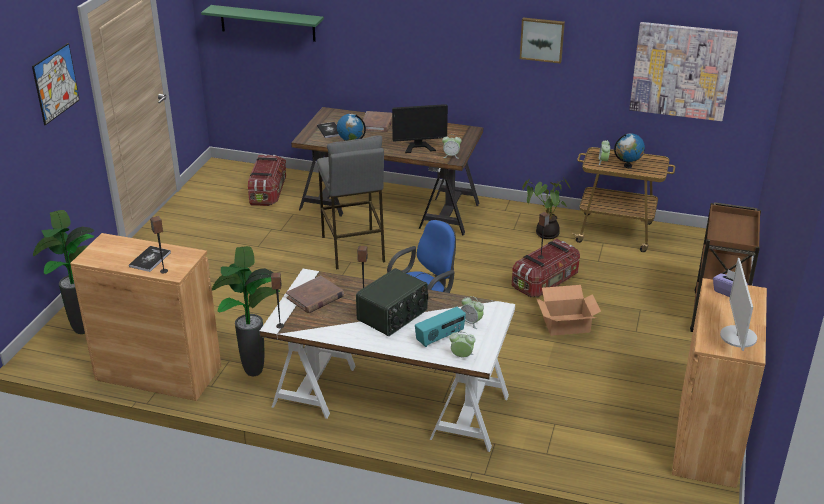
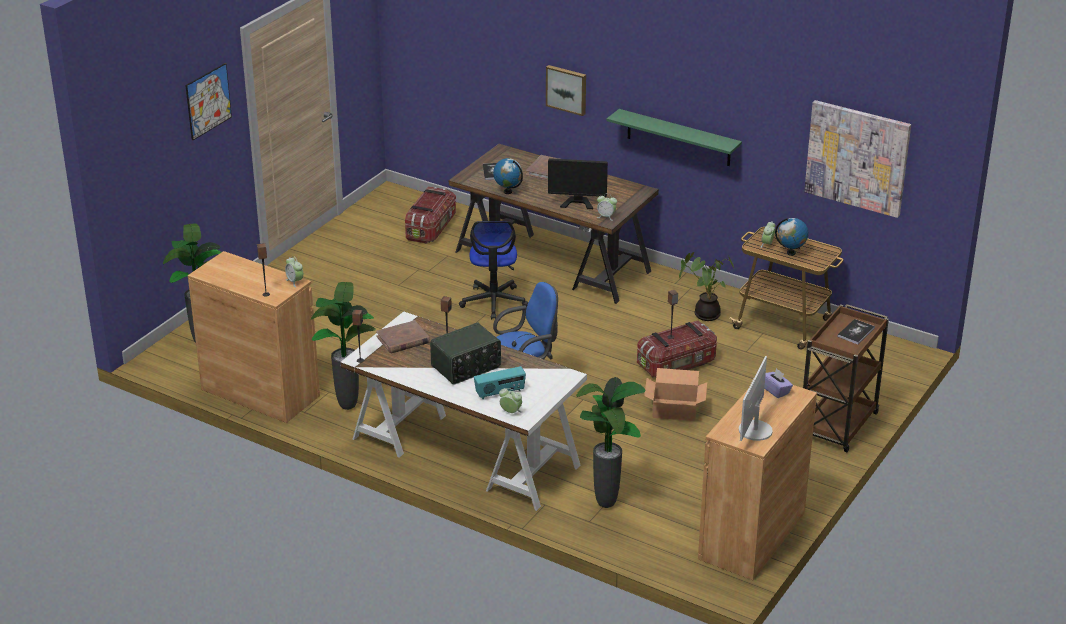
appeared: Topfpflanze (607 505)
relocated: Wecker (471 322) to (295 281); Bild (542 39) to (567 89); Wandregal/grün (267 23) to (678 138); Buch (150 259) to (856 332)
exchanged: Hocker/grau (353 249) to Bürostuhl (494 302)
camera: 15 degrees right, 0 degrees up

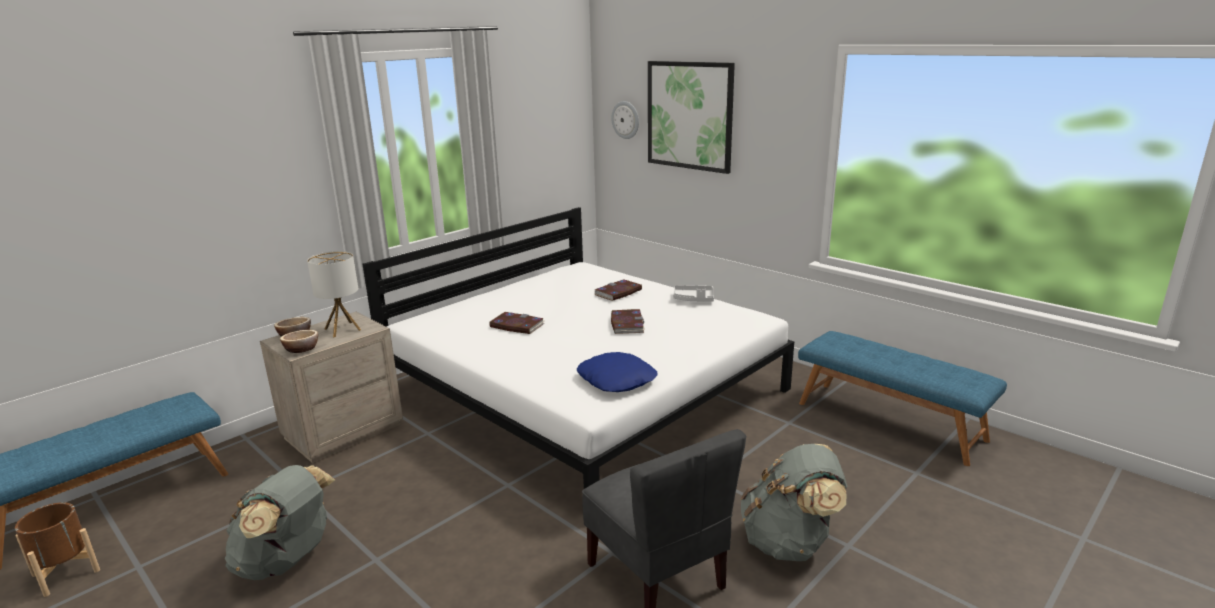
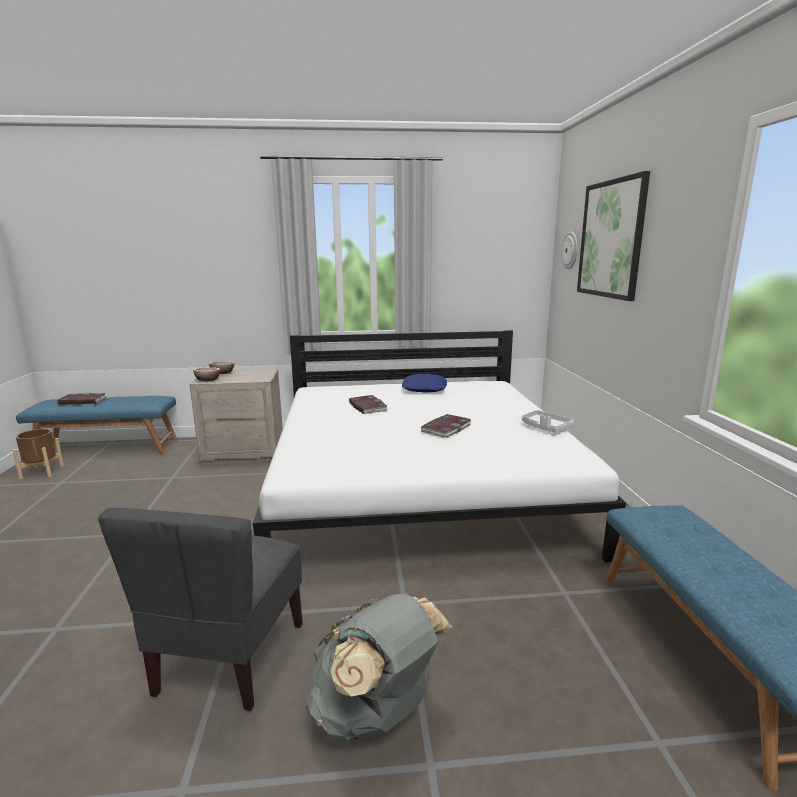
missing: Rucksack/grau (287 561); Tischlampe (342 329)
relocated: Buch (618 292) to (82 401); Kissen/blau (617 379) to (425 389)
camera: 40 degrees right, 5 degrees down

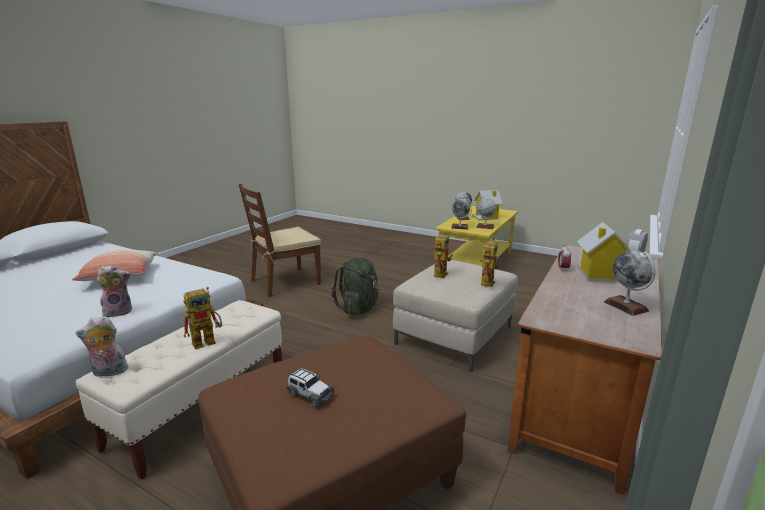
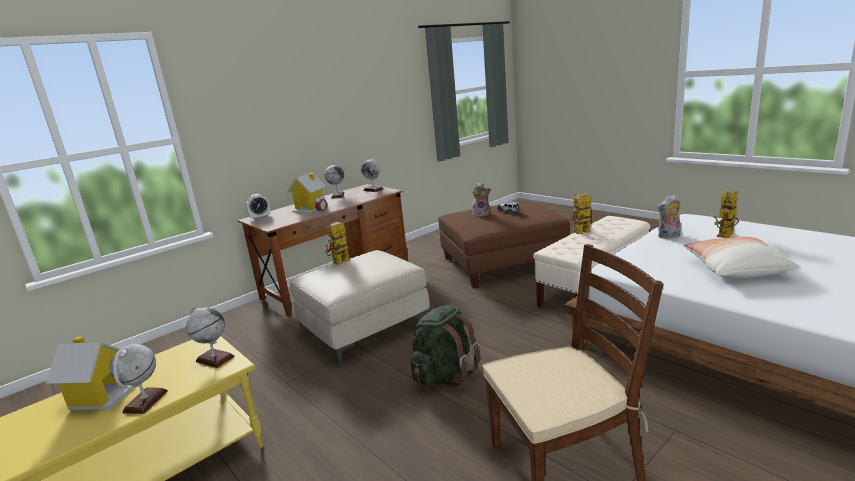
relocated: Globus (485 227) to (373 190); Plüschtier (108 372) to (481 214); Spielzeugroboter (440 273) to (726 237)
camera: 160 degrees left, 0 degrees up

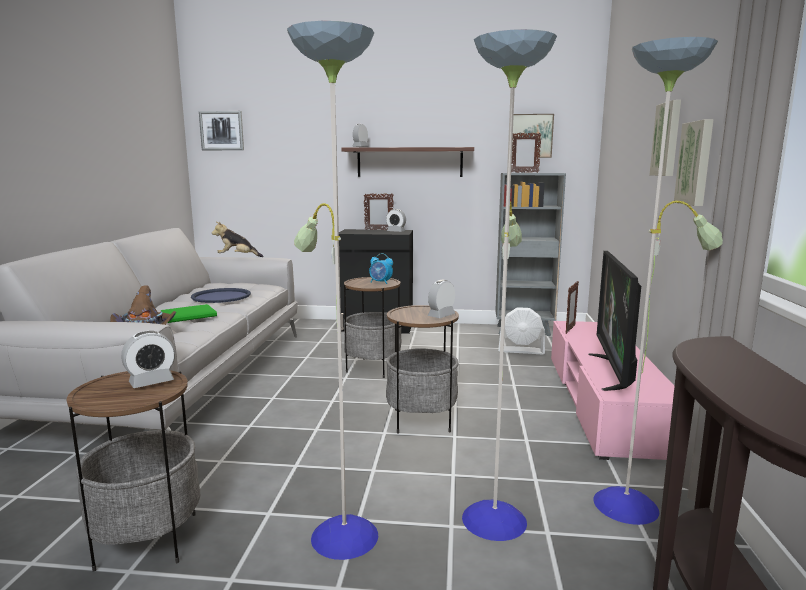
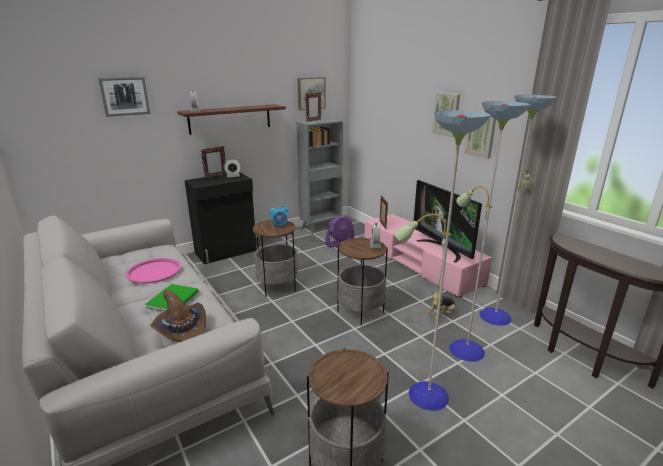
missing: Wecker (151 382)
relocated: Bild (222 131) to (125 96); Plüschtier (237 257) to (441 315)
colour: Tablett/blau (221 296) to Tablett/rosa (154 271); Ventilator/weiß (521 350) to Ventilator/lila (340 243)
camera: 40 degrees left, 10 degrees up

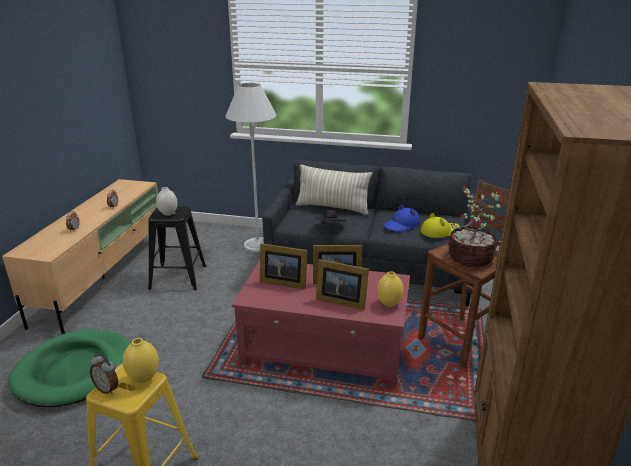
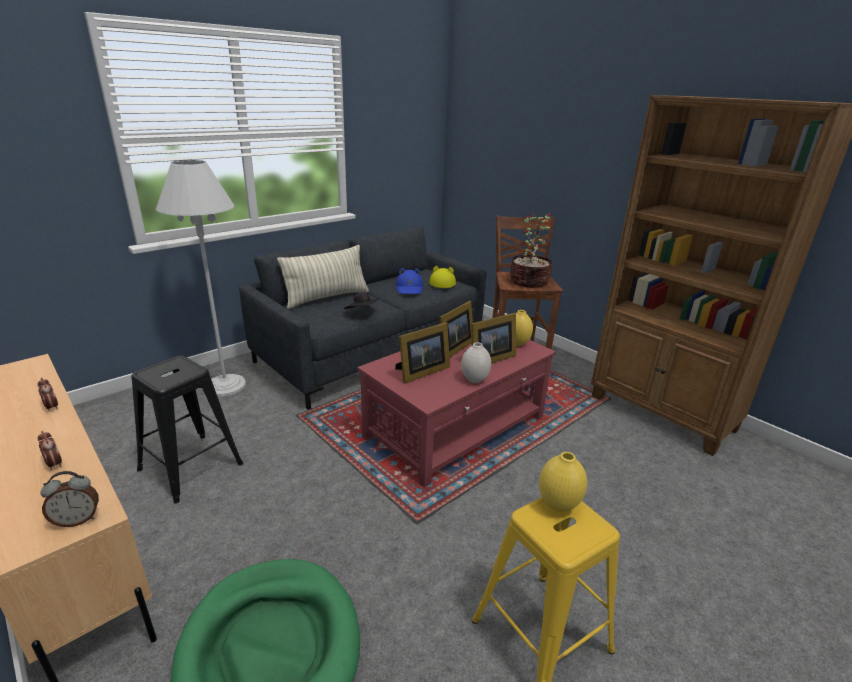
relocated: Wecker (107 389) to (77 520); Vase/weiß (168 213) to (474 379)
camera: 55 degrees left, 0 degrees up

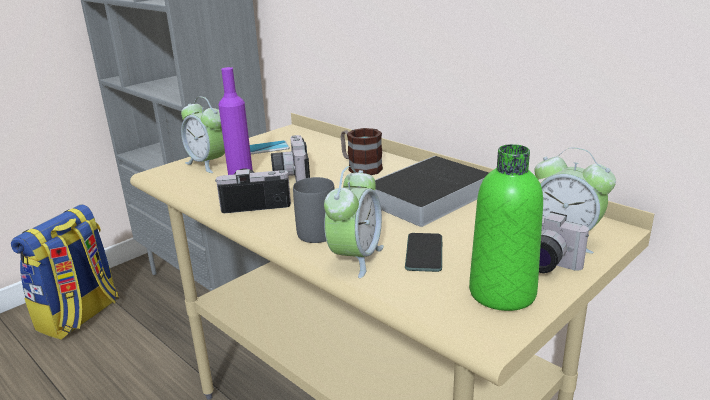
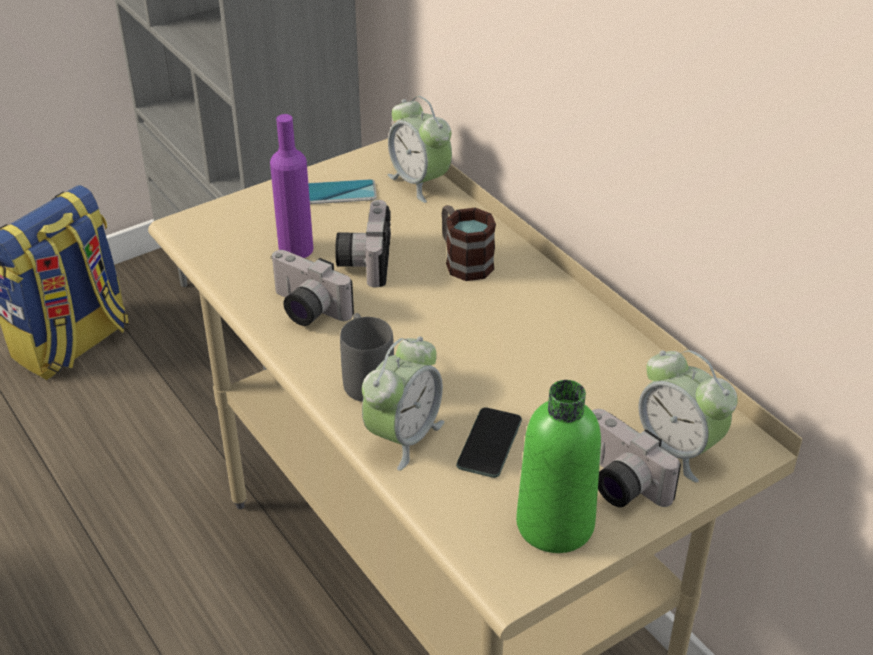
missing: Buch (426 198)
relocated: Wecker (208 164) to (419 182)
spun: Kamera (255 202) = (305 310) 150 degrees counterclockwise
camera: 10 degrees right, 15 degrees up

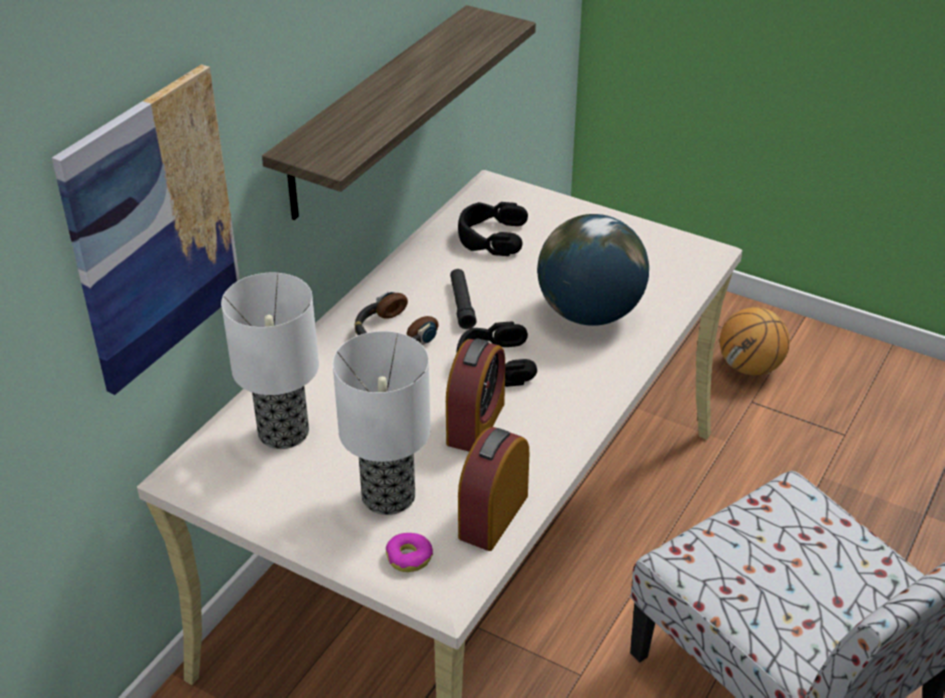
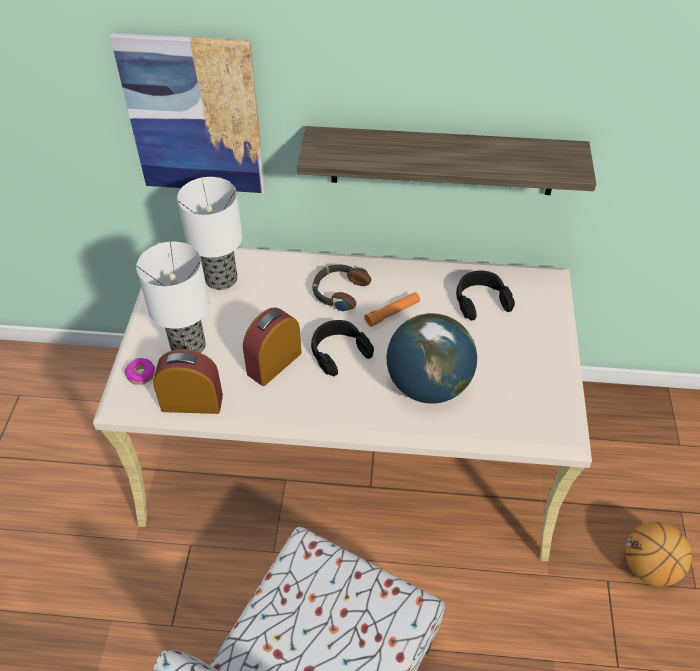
colour: Taschenlampe/schwarz (462 304) to Taschenlampe/orange (392 313)
spun: Wecker (475 423) = (274 363) 135 degrees clockwise
camera: 65 degrees right, 10 degrees up

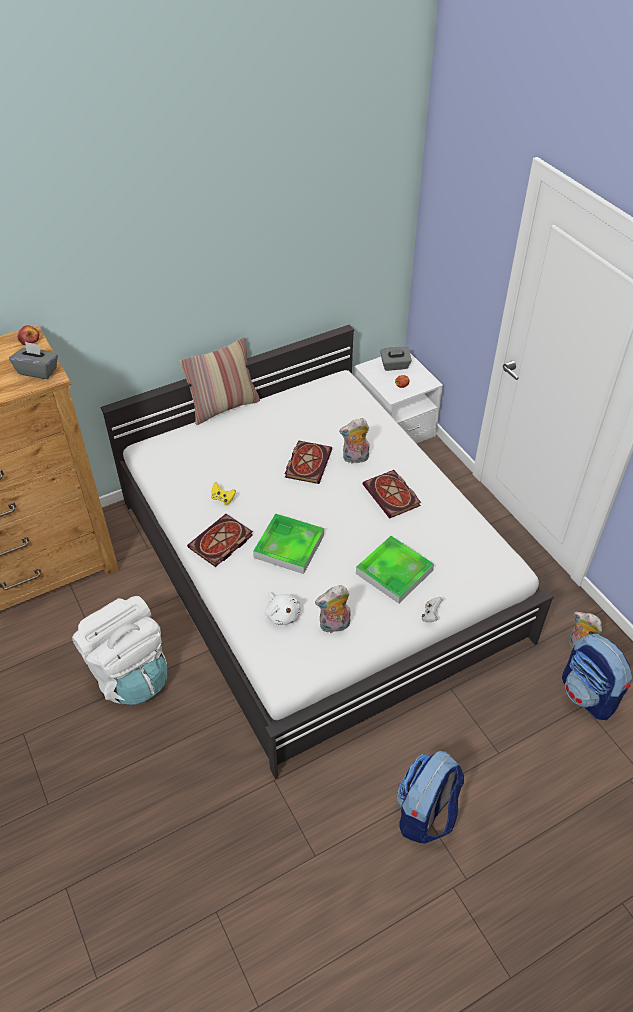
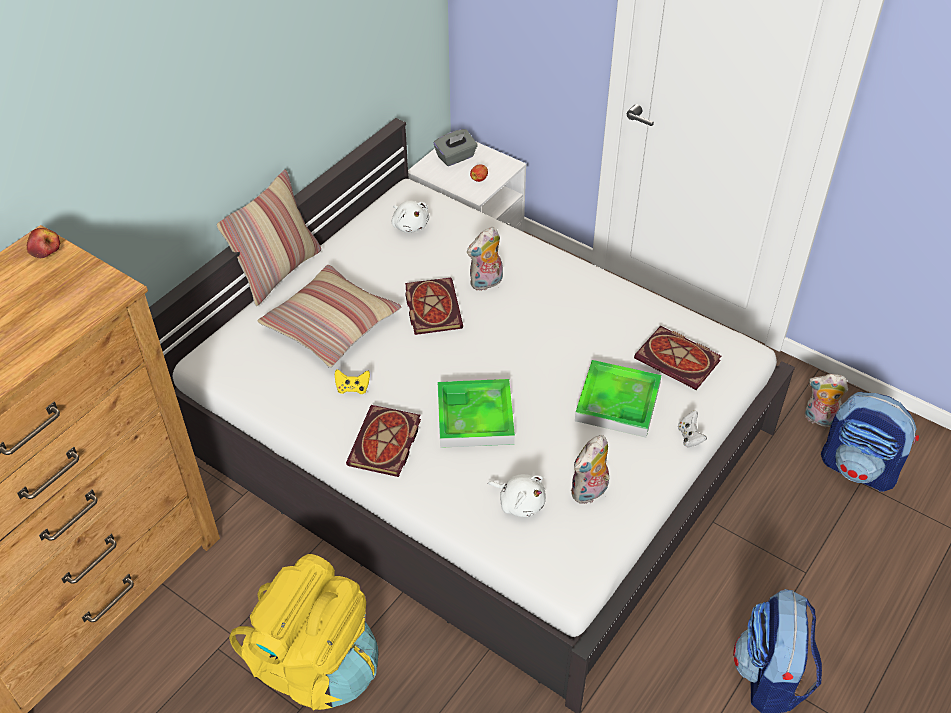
missing: Taschentuchbox/grau (38 371)
appeared: Kissen (331 325); Plüschtier/weiß (410 225)
relocated: Buch (393 496) to (679 360)
colour: Rucksack/weiß (129 673) to Rucksack/gelb (315 665)
camera: 25 degrees left, 0 degrees up

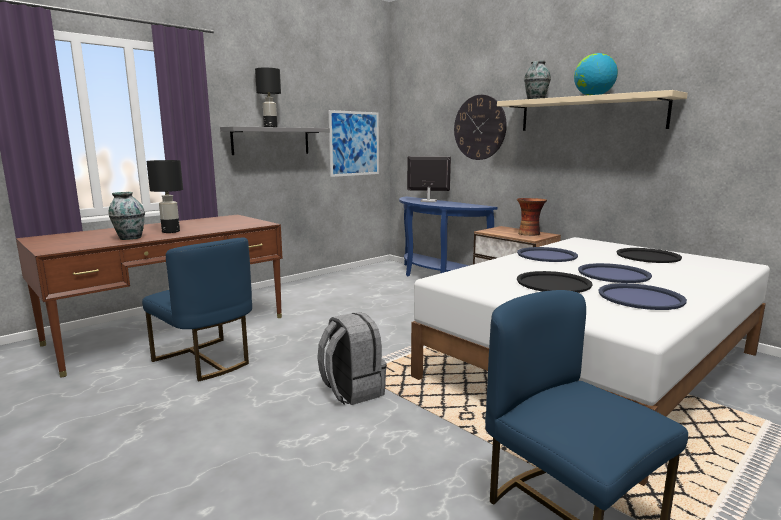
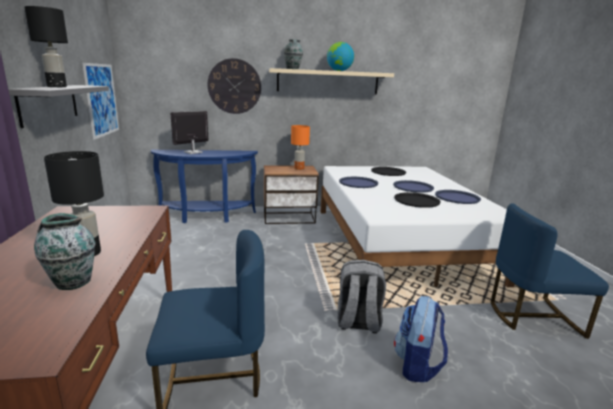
appeared: Rucksack (417 365)
exchanged: Vase (529 233) to Tischlampe/orange (299 168)
camera: 55 degrees left, 5 degrees up

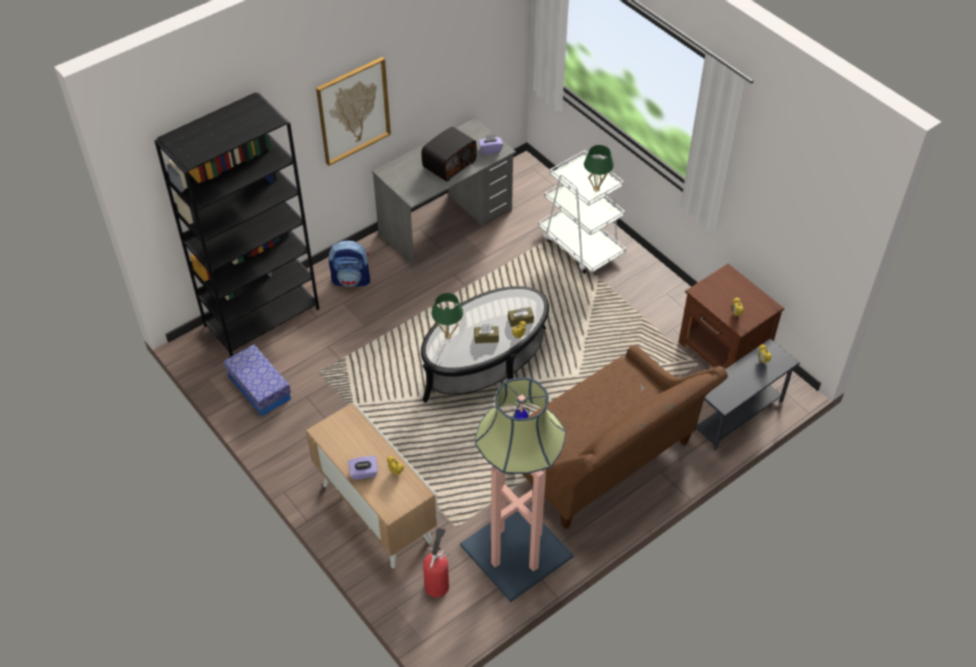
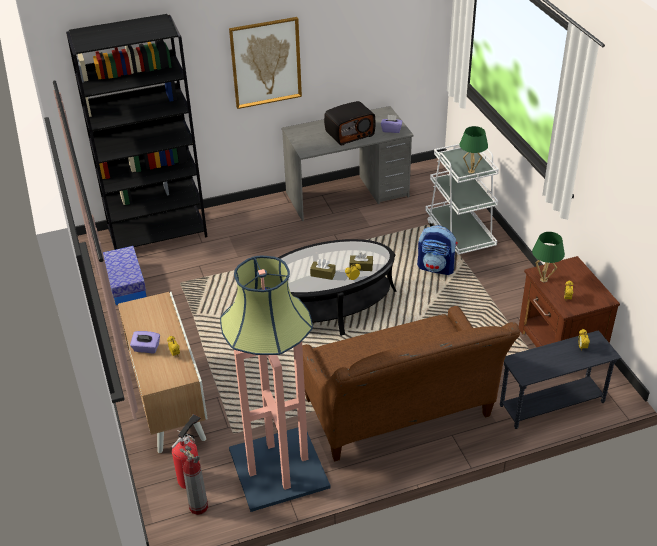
appeared: Feuerlöscher (198 506)
relocated: Rucksack (352 280) to (436 268); Tischlampe/grün (448 335) to (543 279)
camera: 20 degrees right, 10 degrees down

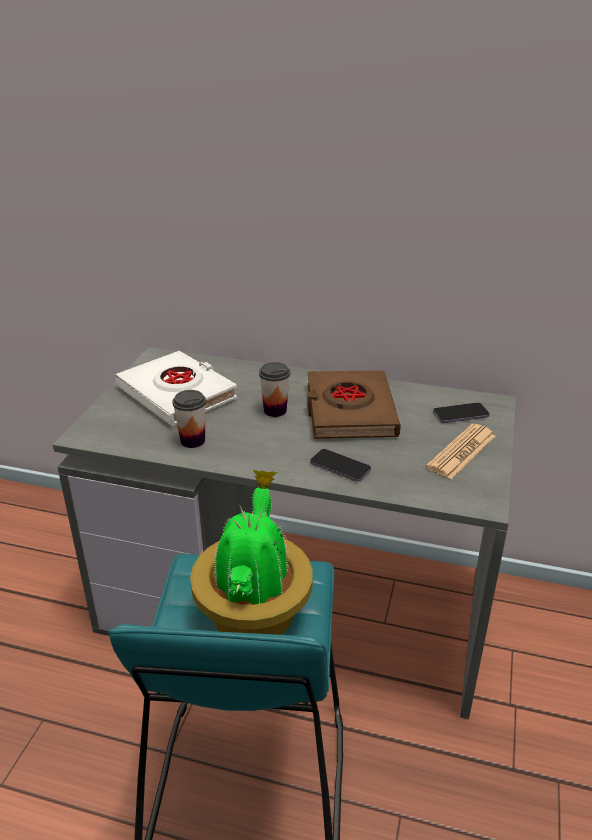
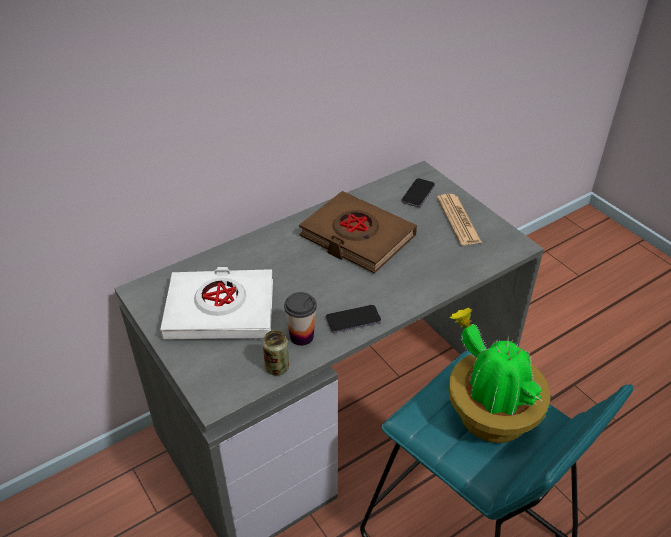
missing: Tasse (275 410)
appeared: Dose (277 367)
relocated: Handy (340 467) to (353 320)
camera: 50 degrees left, 10 degrees up

